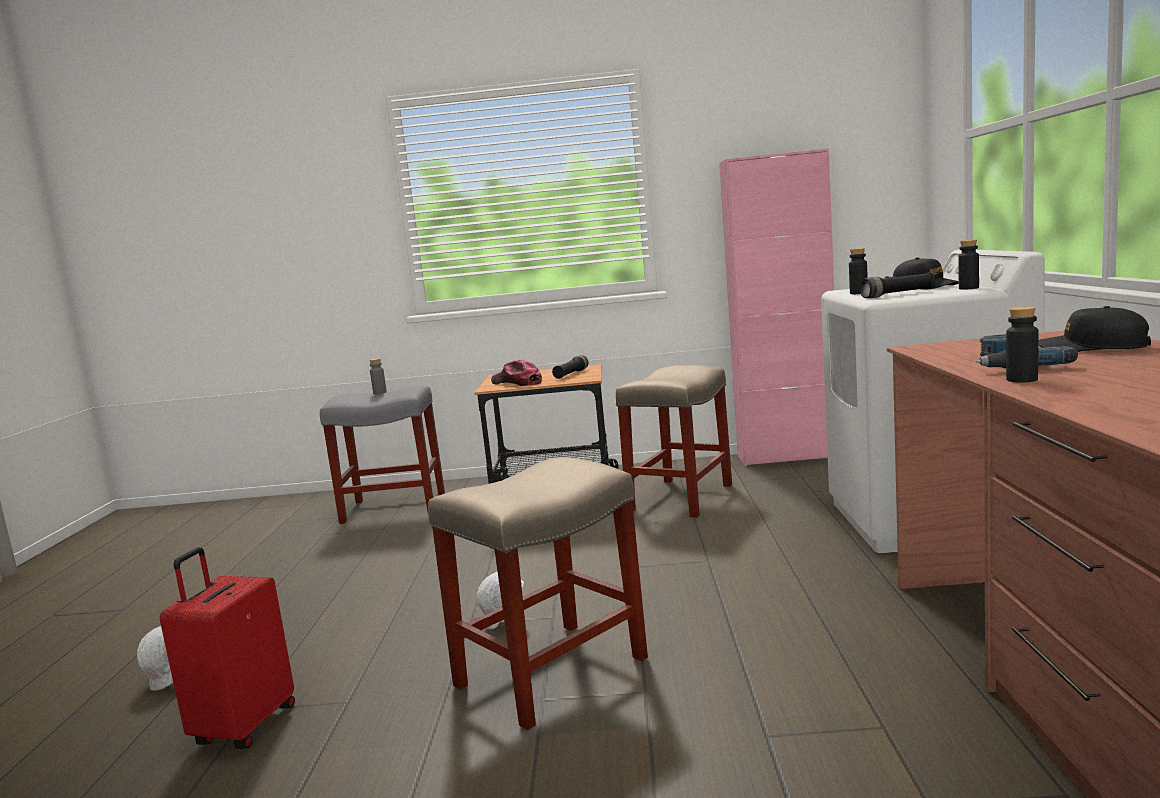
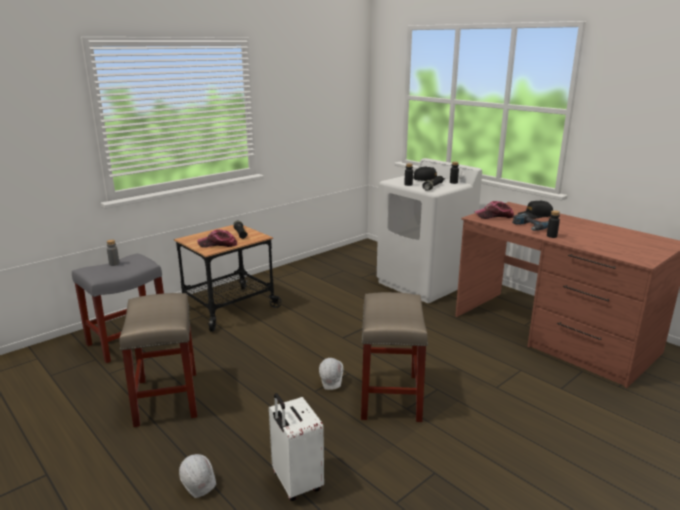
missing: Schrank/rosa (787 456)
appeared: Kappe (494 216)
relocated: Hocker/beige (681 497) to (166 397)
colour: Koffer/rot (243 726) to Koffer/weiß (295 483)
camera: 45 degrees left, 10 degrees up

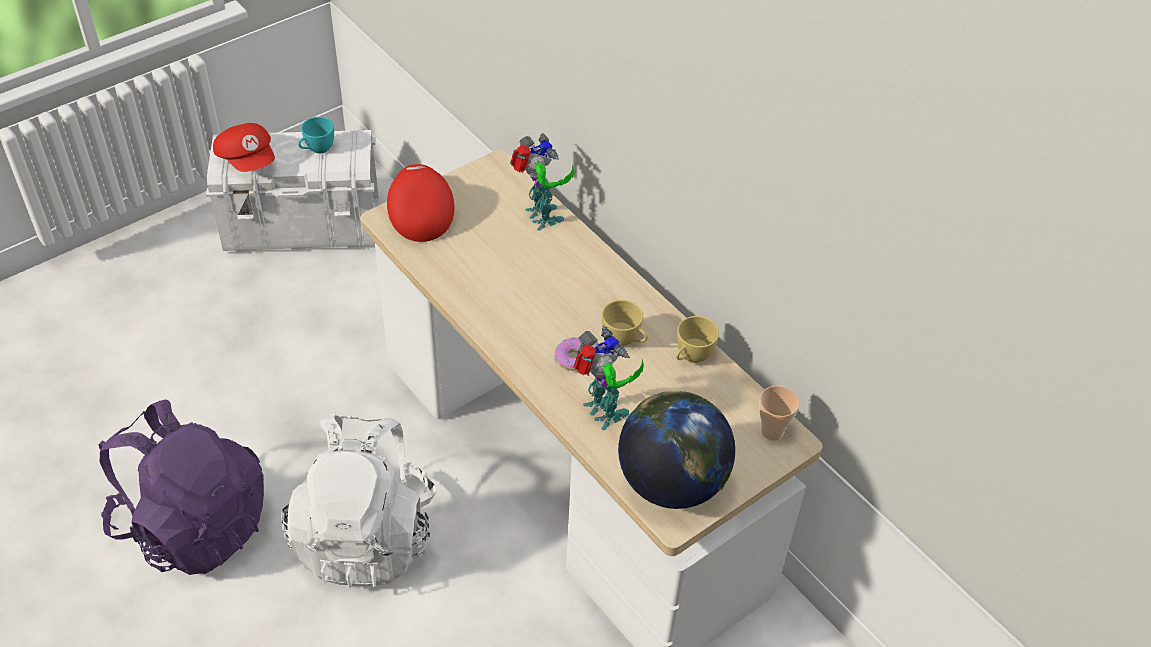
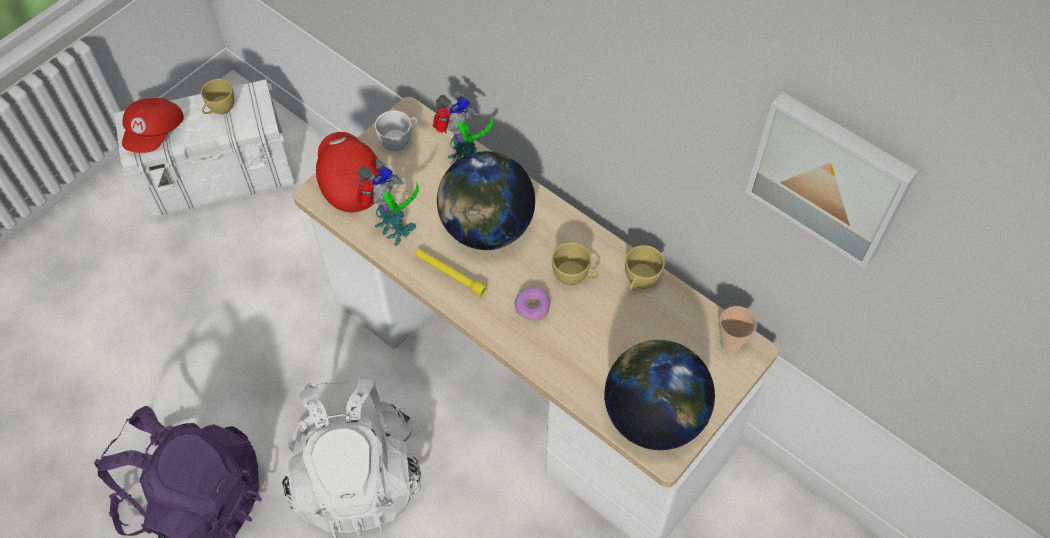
appeared: Tasse/weiß (399 141); Taschenlampe/gelb (450 274); Globus (487 228); Bild (830 177)
relocated: Spielzeugroboter (603 414) to (393 231)
colour: Tasse/türkis (317 149) to Tasse/gelb (220 110)
spun: Kappe/rot (248 159) = (156 134) 60 degrees clockwise
camera: 10 degrees left, 10 degrees up

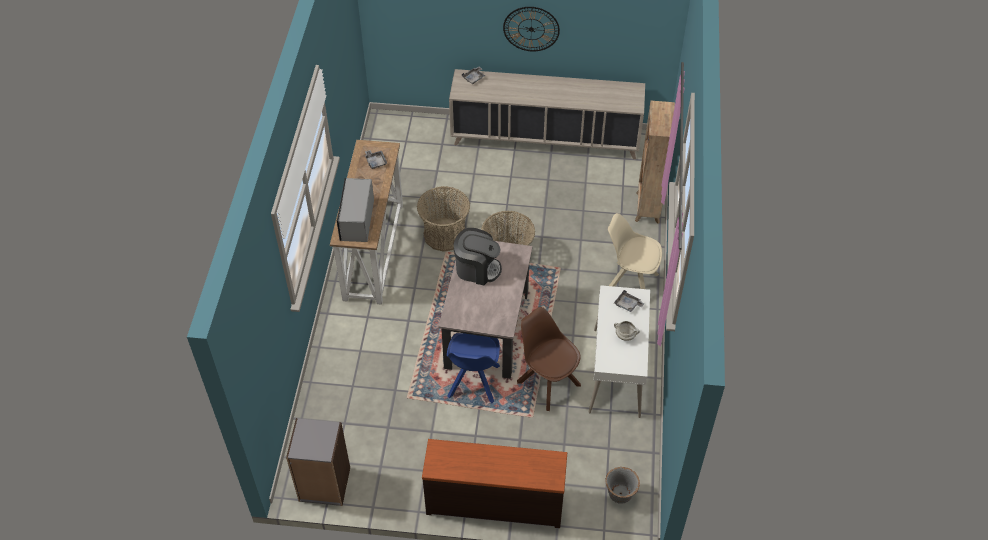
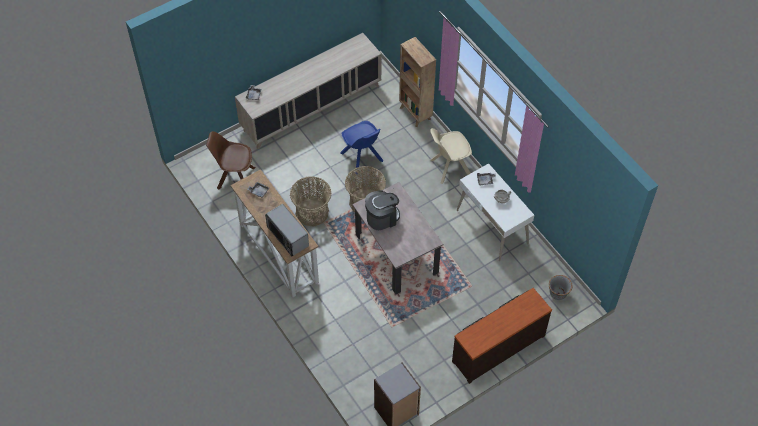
missing: Wanduhr (531 29)
relocated: Stuhl/braun (547 382) to (235 177); Stuhl/blau (473 382) to (362 158)
camera: 40 degrees left, 5 degrees up

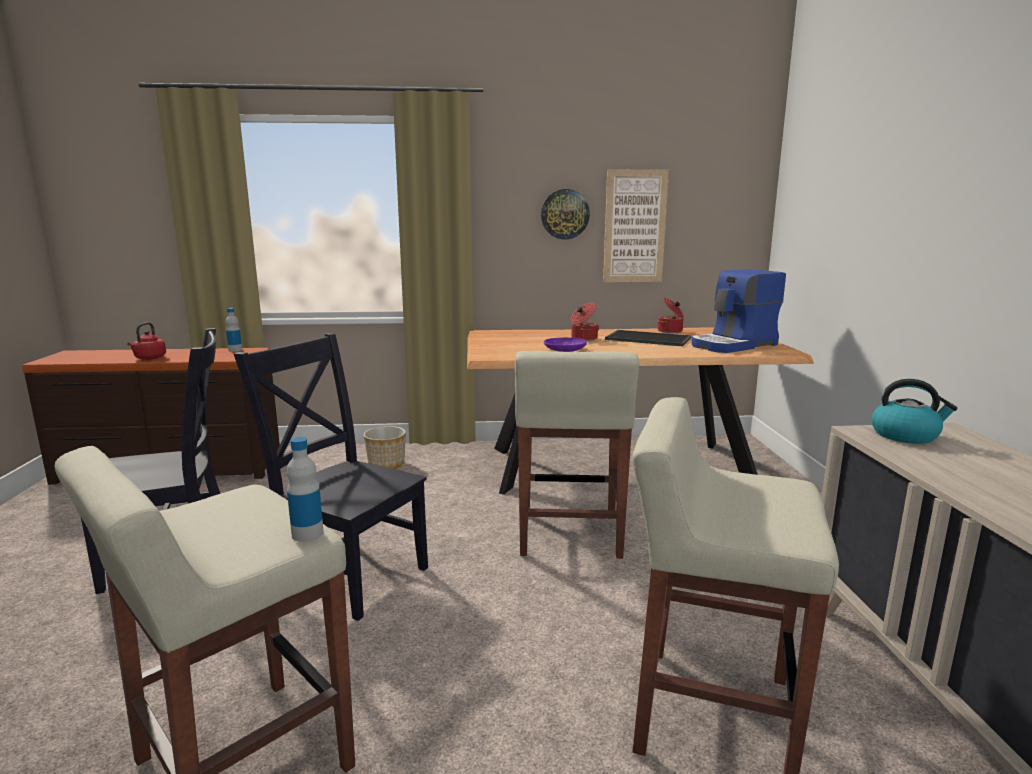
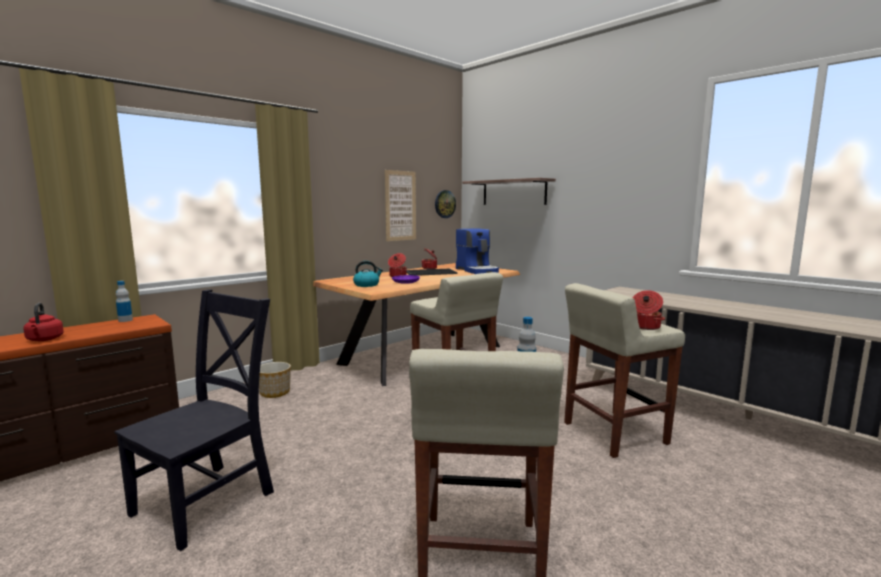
missing: Stuhl/schwarz (348 574)
appeared: Wandregal (513 192); Kochtopf (645 327)
relocated: Wasserkessel (905 435) to (367 285); Wanduhr (565 214) to (444 204)
spun: Kaffeemaschine (734 345) = (477 270) 45 degrees counterclockwise
camera: 40 degrees left, 5 degrees down

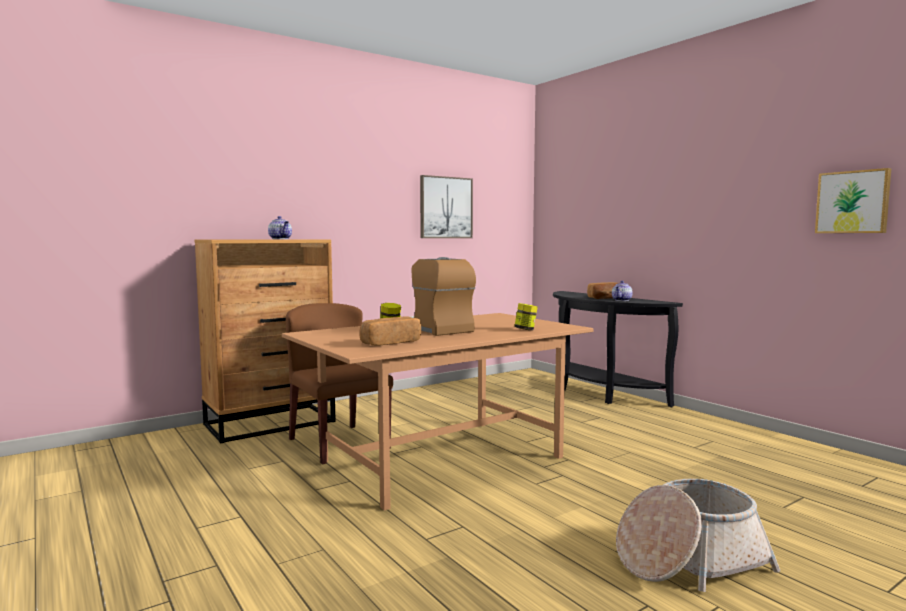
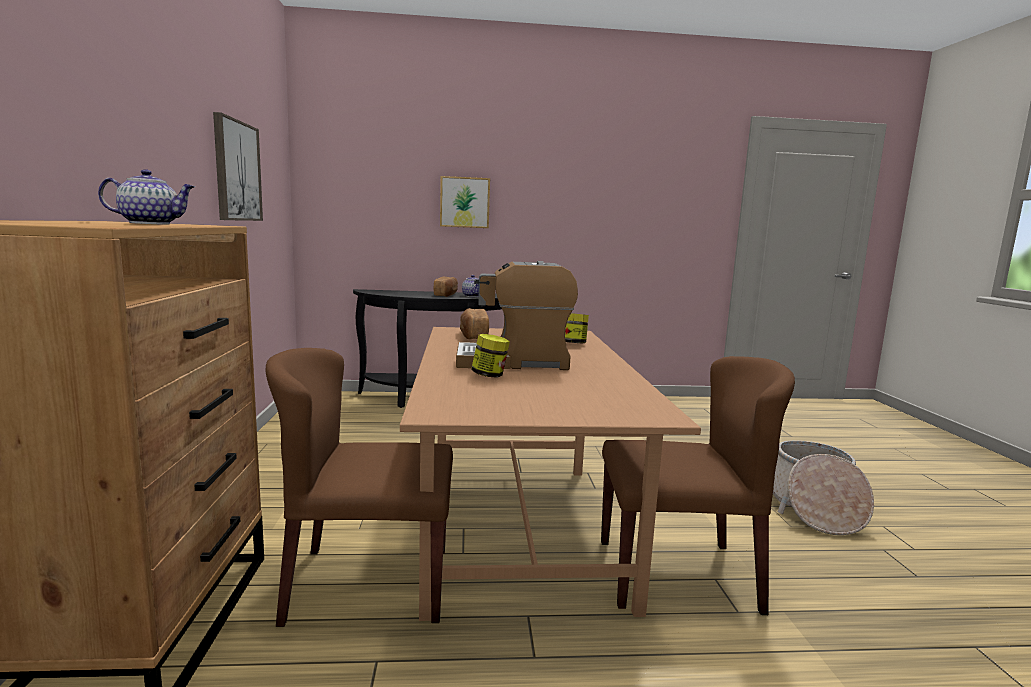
appeared: Stuhl/braun (677 574)
relocated: Bild (853 202) to (464 202); Brot (390 342) to (473 335)
camera: 60 degrees left, 5 degrees up

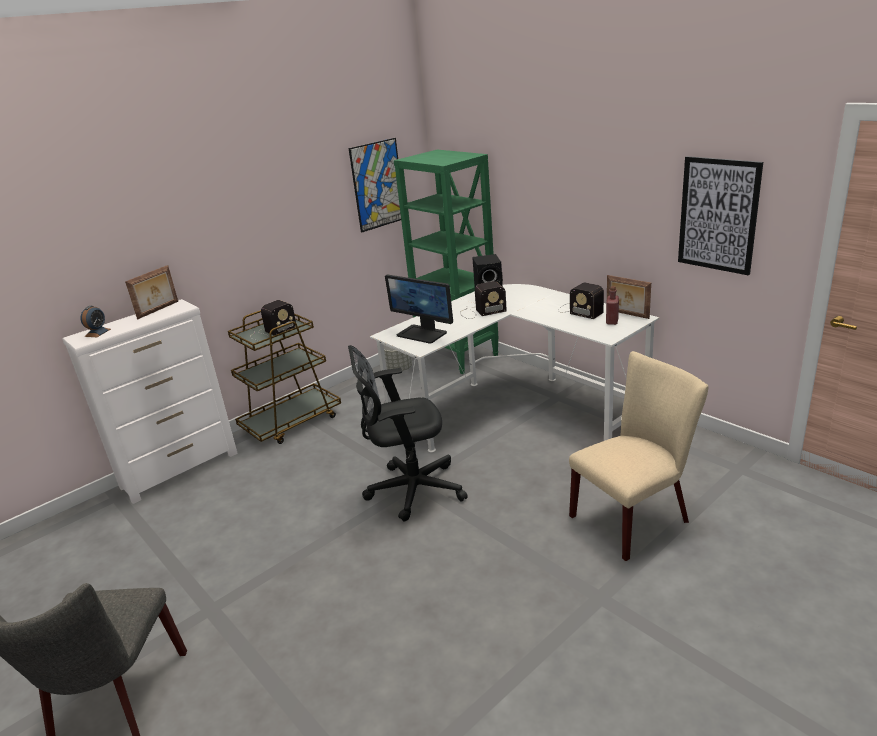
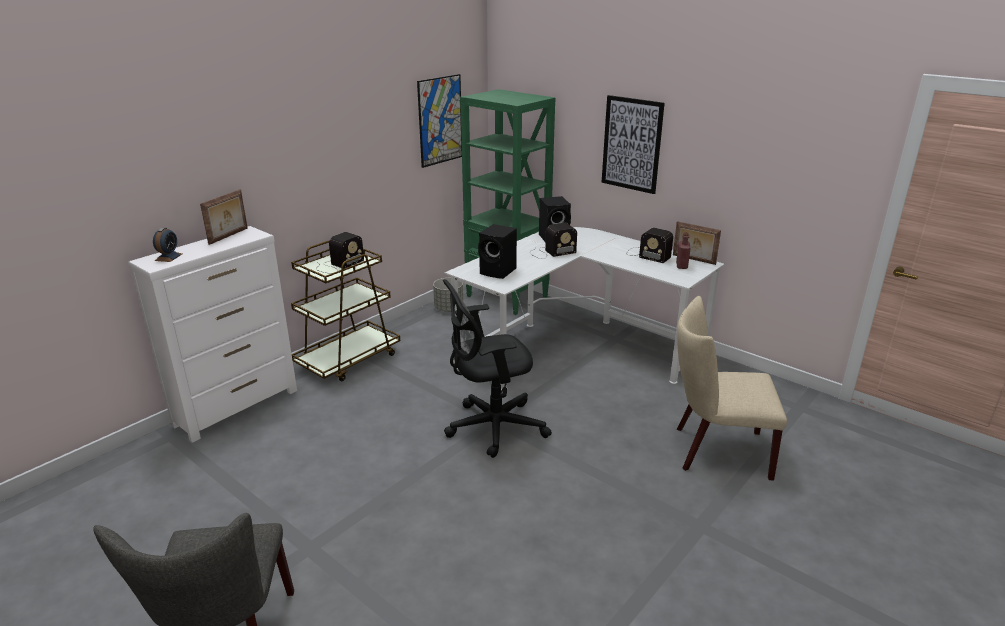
relocated: Bild (718 215) to (632 144)
exchanged: Monitor (422 334) to Lautsprecher/schwarz (499 271)
spun: Stuhl/beige (635 516) = (715 451) 135 degrees counterclockwise
camera: 10 degrees left, 0 degrees up

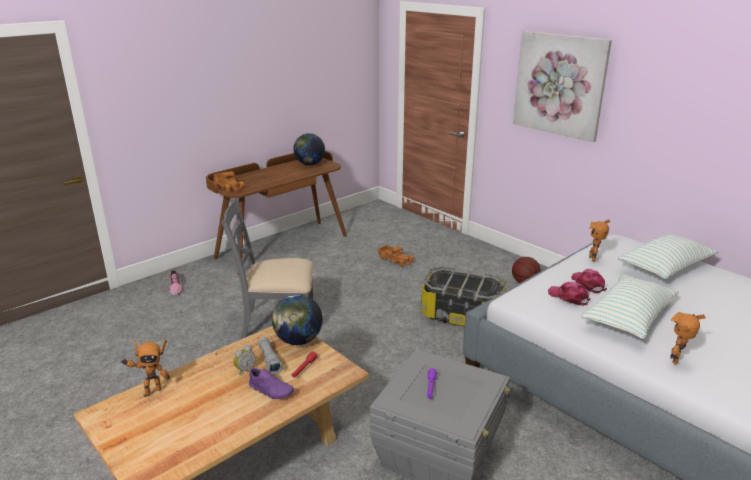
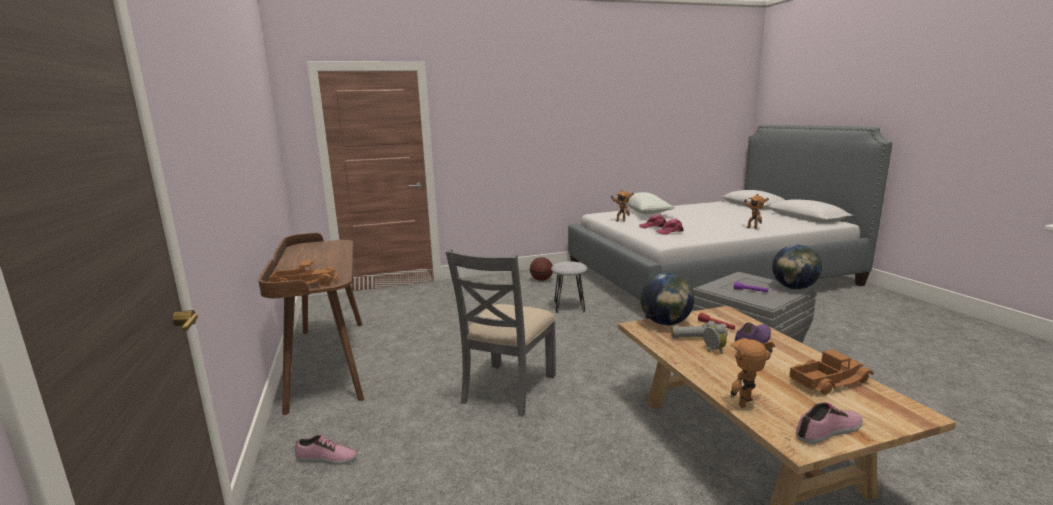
missing: Bild (559 85); Kissen (628 317)
appeared: Schuh (829 431)
relocated: Globus (309 164) to (793 288); Spielzeuglaster (395 259) to (827 381)
exchanged: Aufbewahrungsbox (462 315) to Hocker/grau (569 307)
spun: Spielzeugroboter (151 391) = (749 404) 120 degrees counterclockwise
camera: 65 degrees left, 10 degrees down

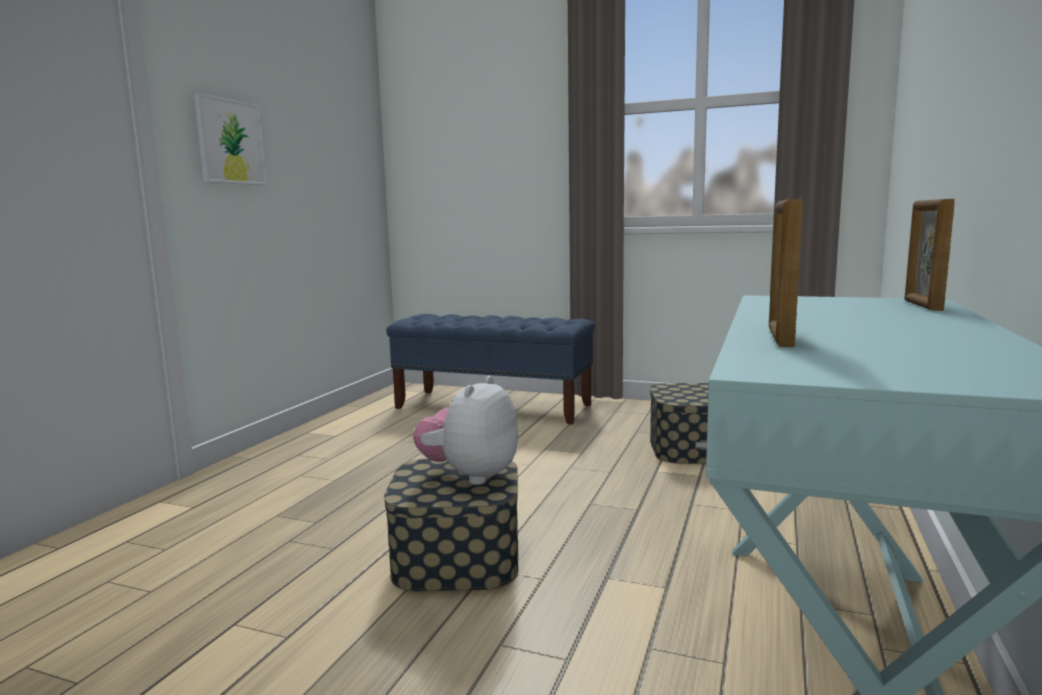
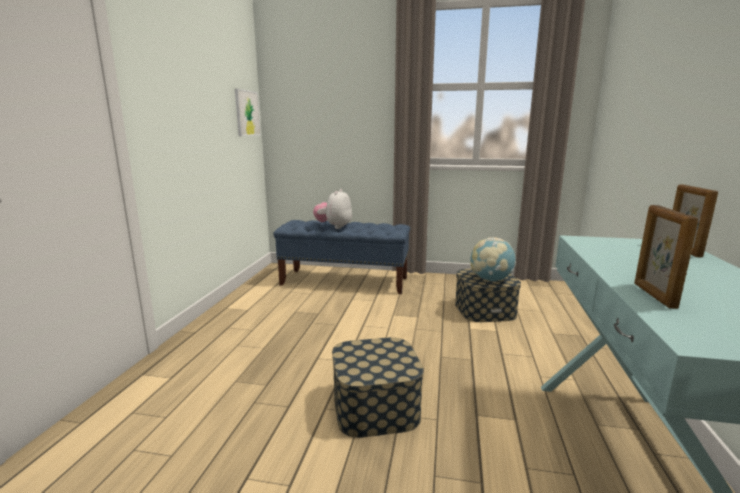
appeared: Globus (491 279)
relocated: Bild (230 142) to (247 113); Plüschtier (470 475) to (334 227)
camera: 10 degrees left, 5 degrees up

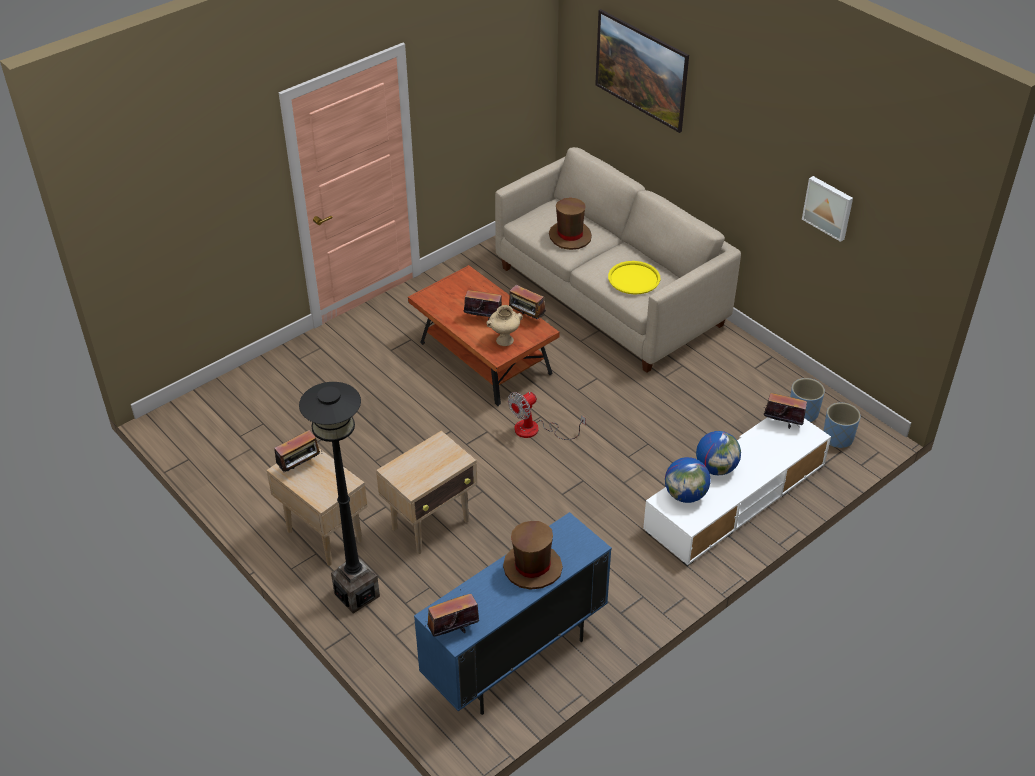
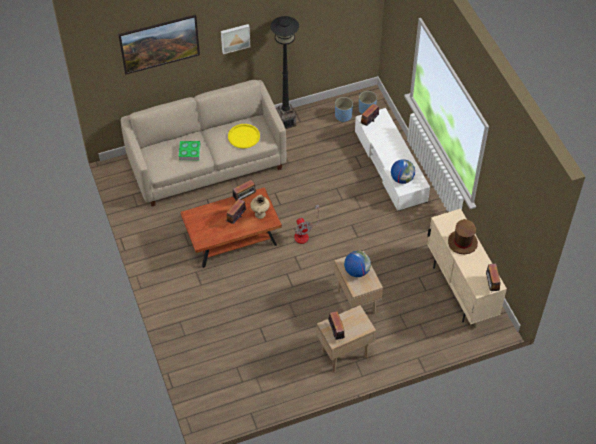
relocated: Bild (828 207) to (235 38); Stehlampe/schwarz (357 594) to (285 122); Globus (716 468) to (356 271)
exchanged: Hut/braun (570 236) to Buch (189 152)
colour: Schrank/blau (515 660) to Schrank/beige (460 290)
camera: 70 degrees left, 10 degrees up

